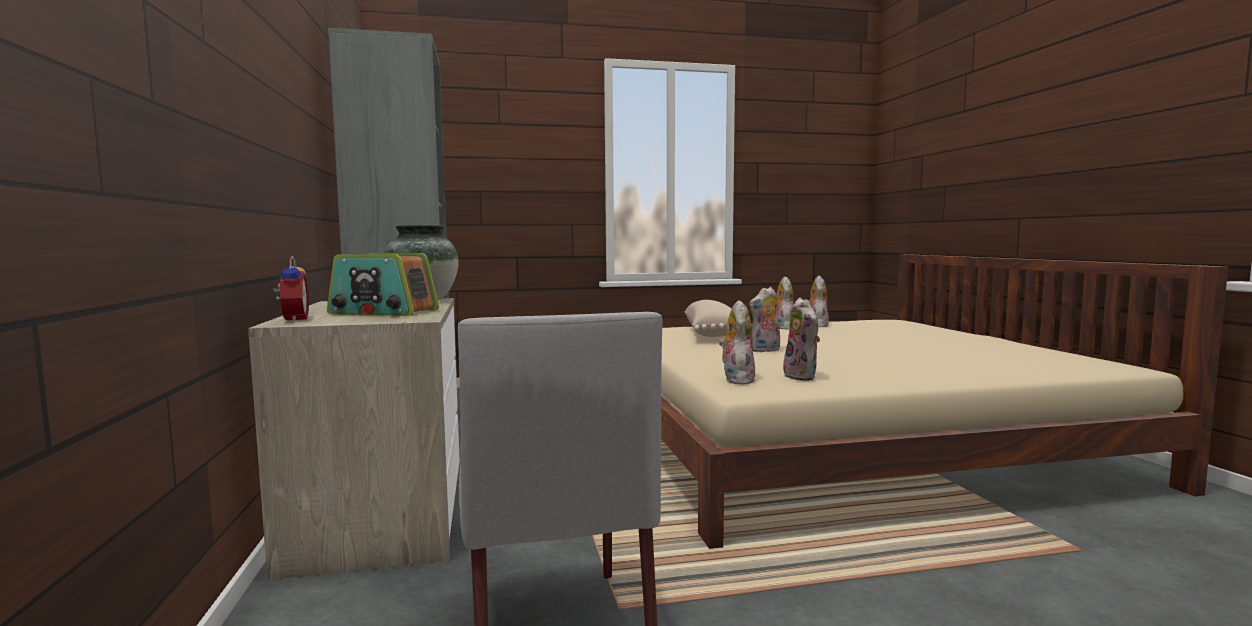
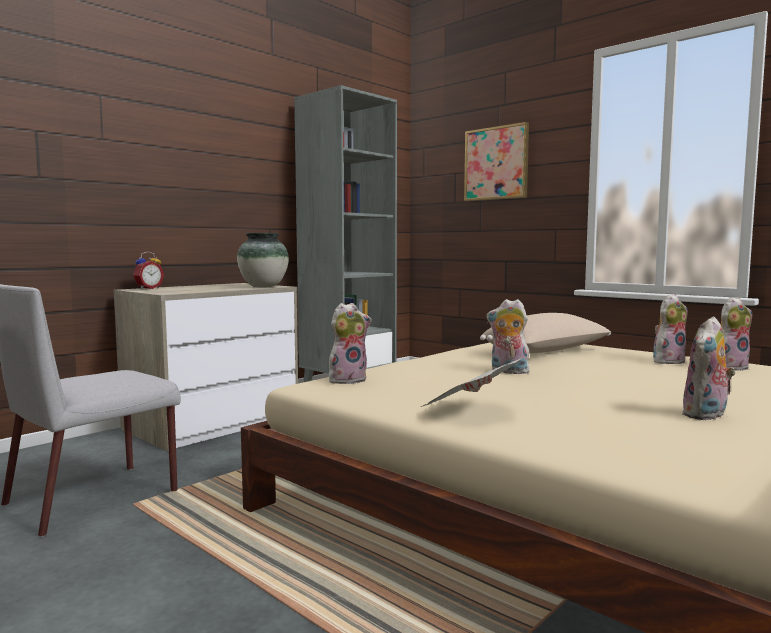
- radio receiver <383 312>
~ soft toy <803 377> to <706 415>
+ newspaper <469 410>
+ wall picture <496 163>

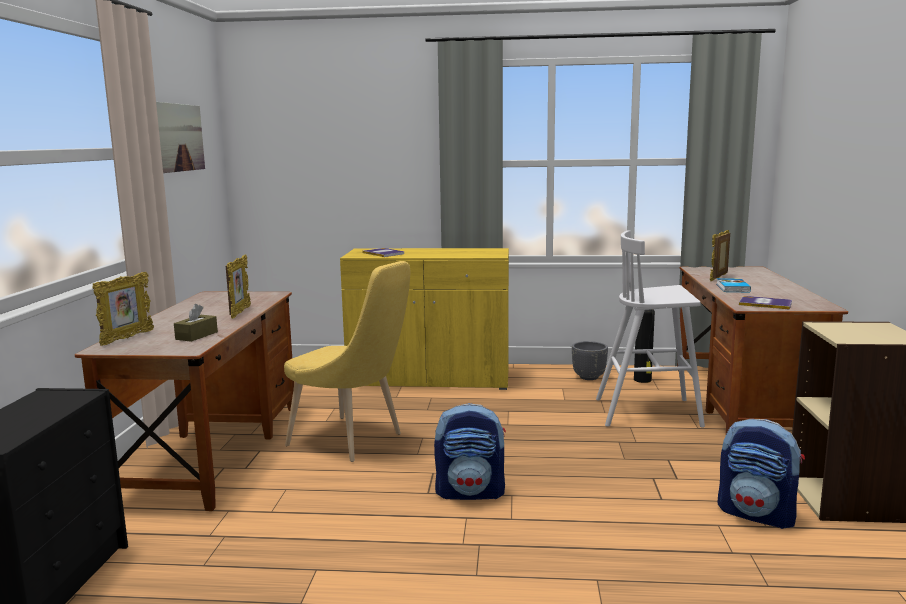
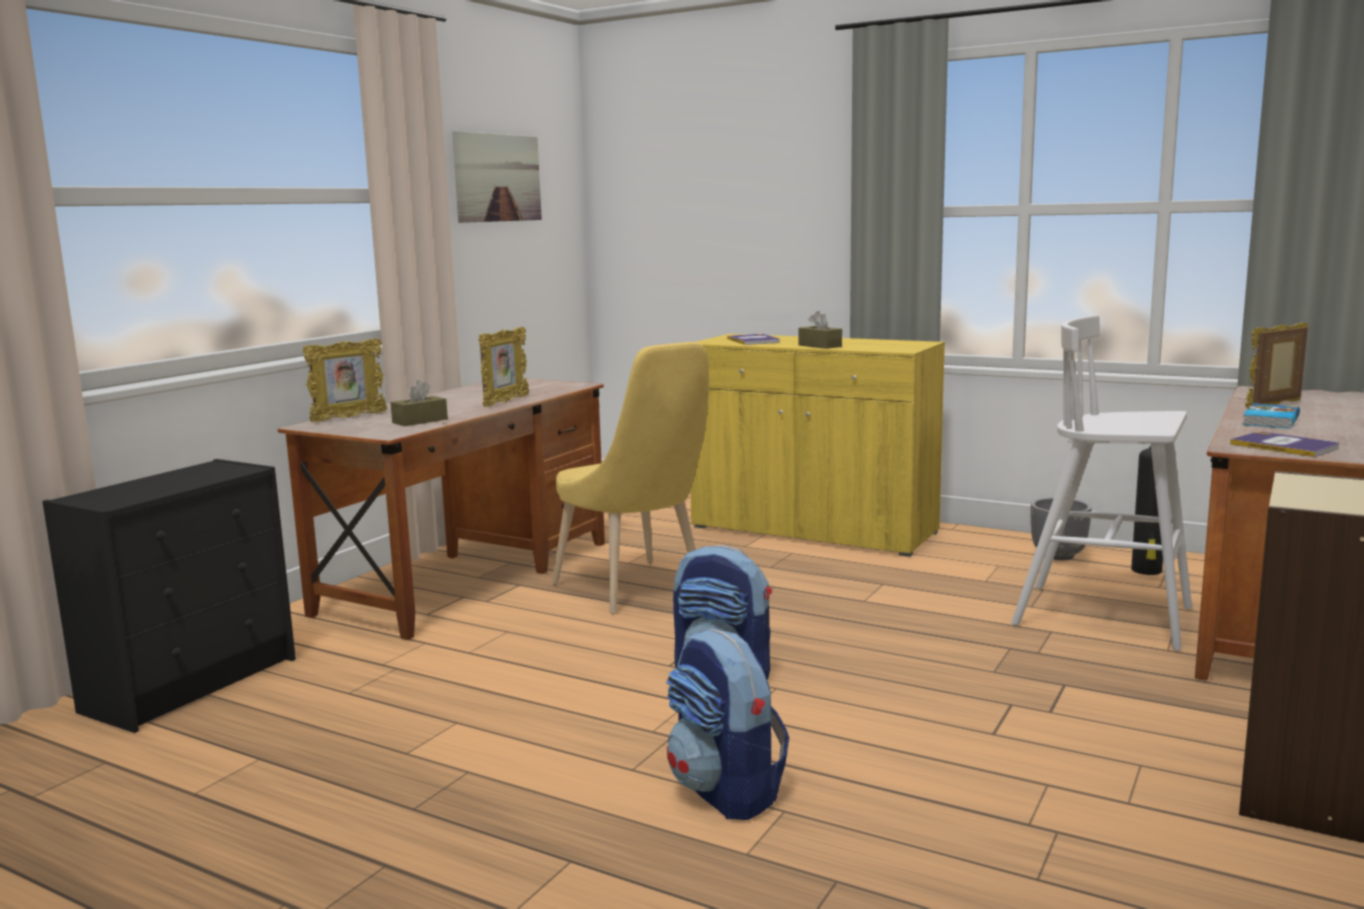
~ knapsack <757 514> to <726 792>
+ brown box of tissues <820 346>

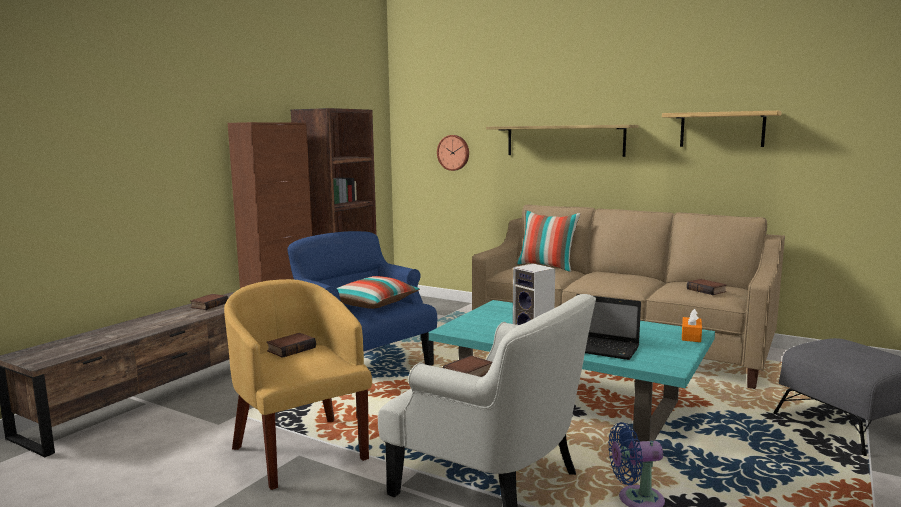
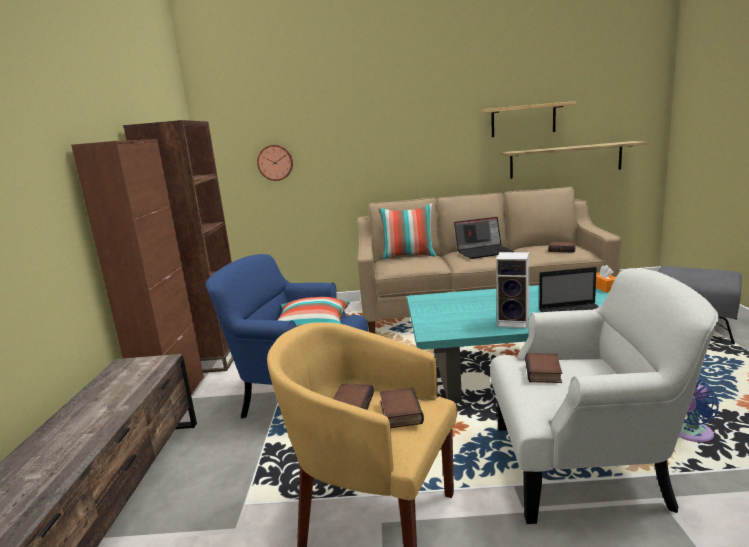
~ bound book <209 305> to <399 412>
~ bracket shelf <564 140> to <565 160>
+ notebook computer <484 252>

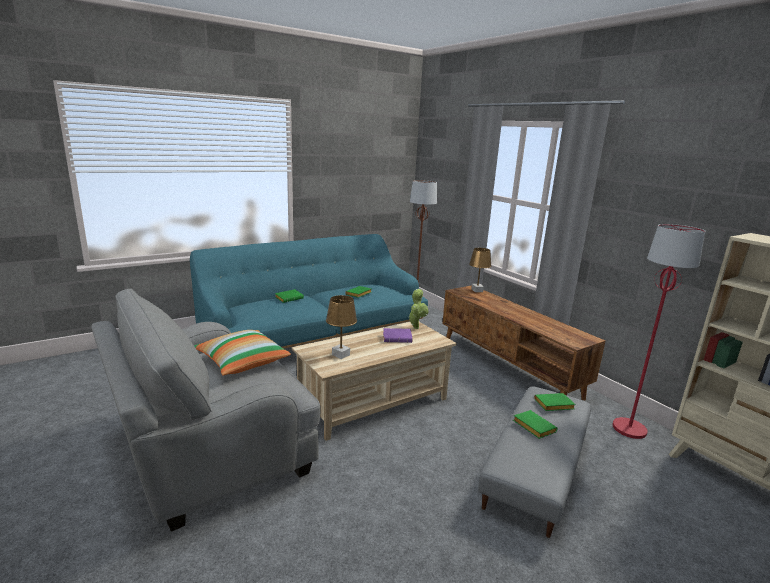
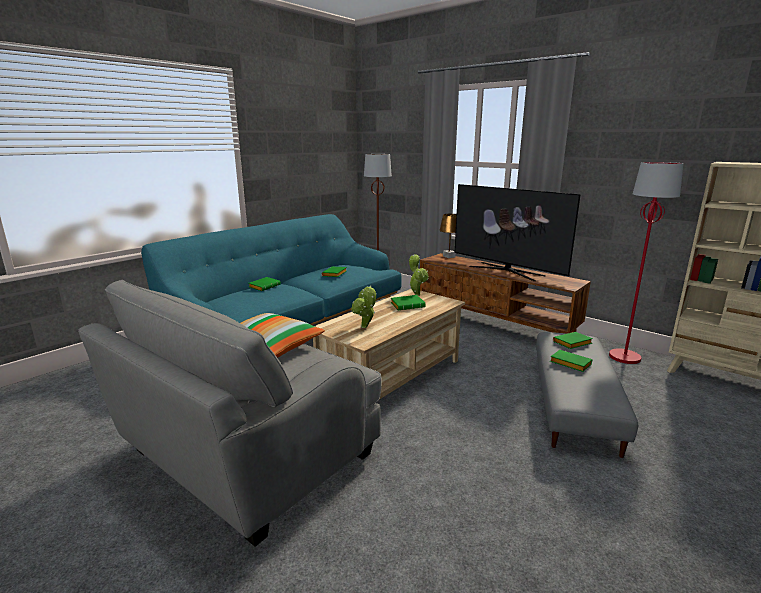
~ brown lamp for a table <341 355> to potted plant <365 327>
~ purple bound book <398 338> to green bound book <408 305>
+ TV set <506 271>

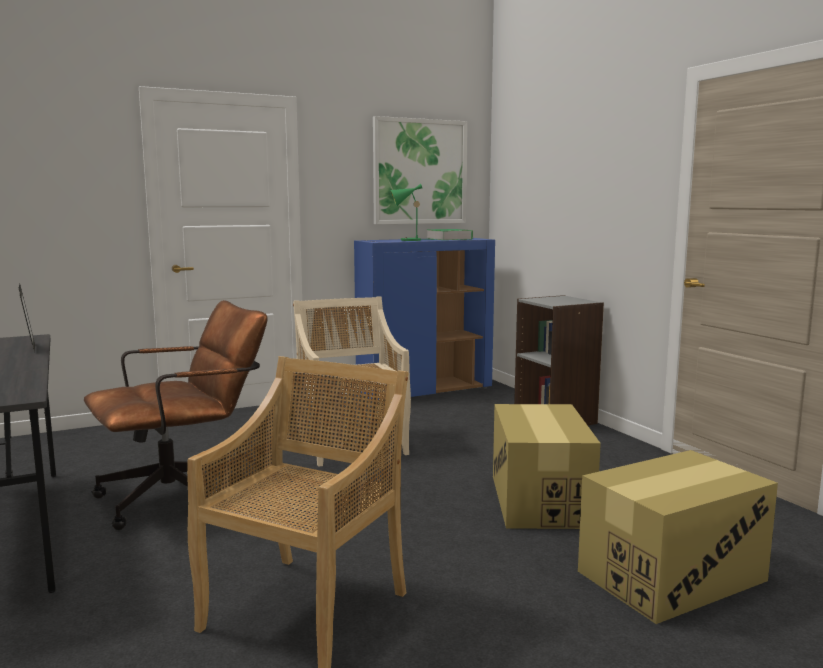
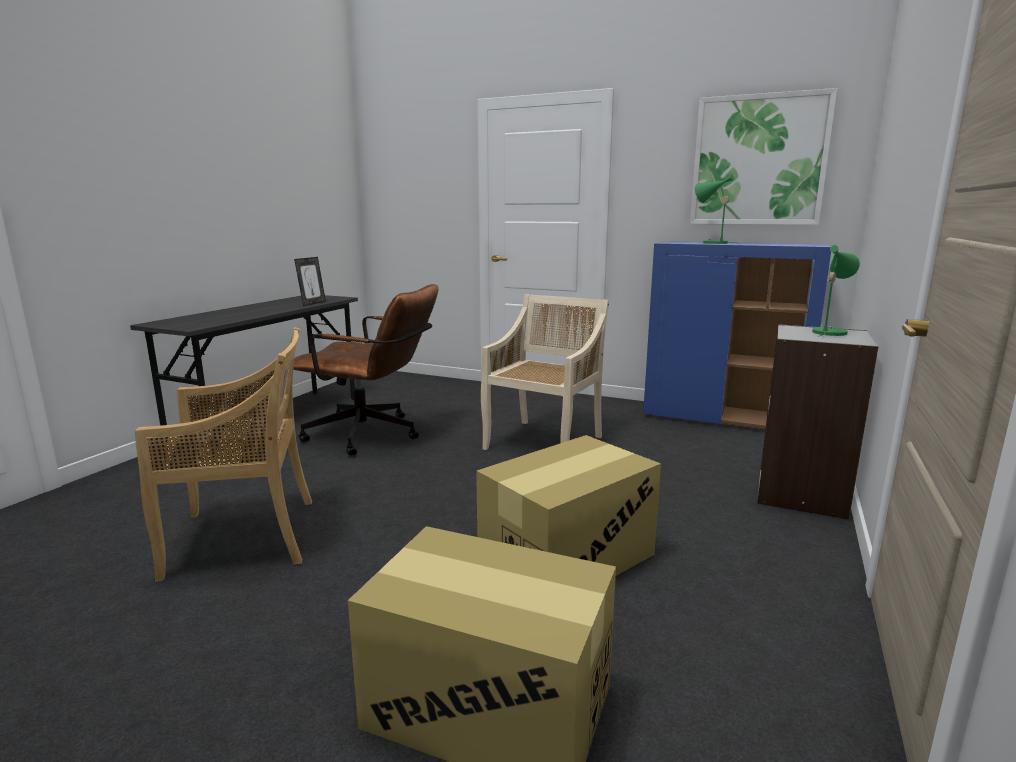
- bound book <449 239>
+ green lamp for a table <829 332>

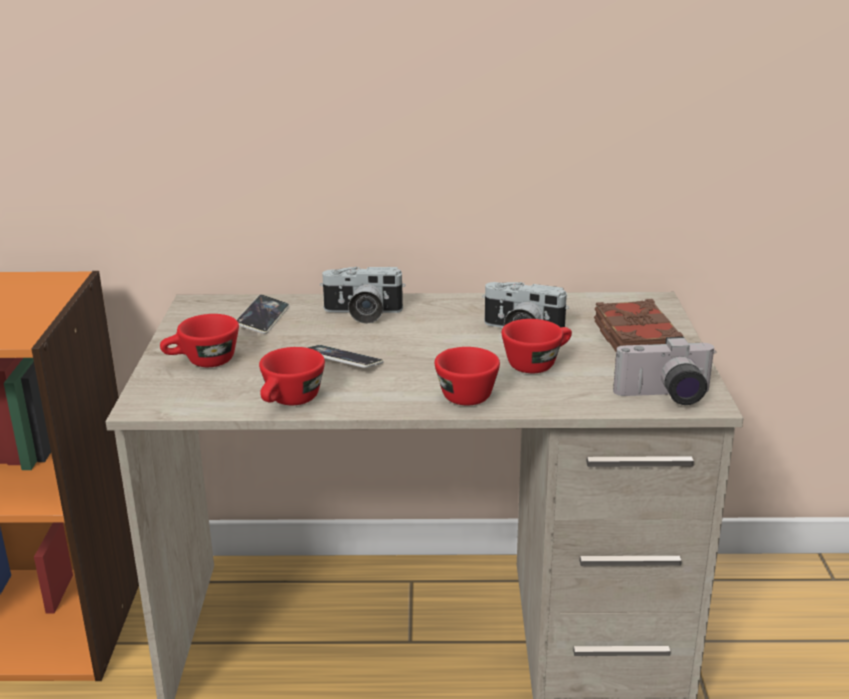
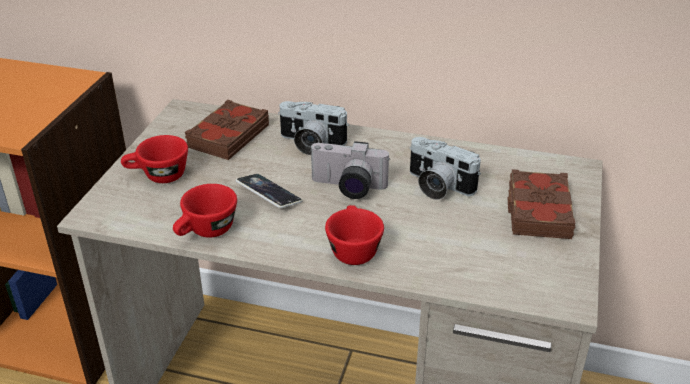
~ handset <263 318> to brown bound book <227 136>
- red cup <537 363>
~ photo camera <665 397> to <347 188>

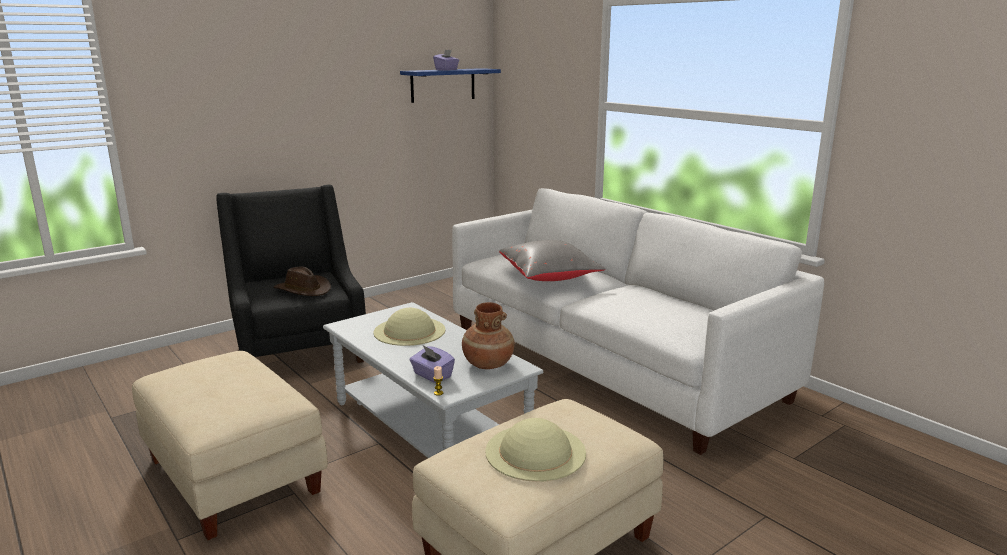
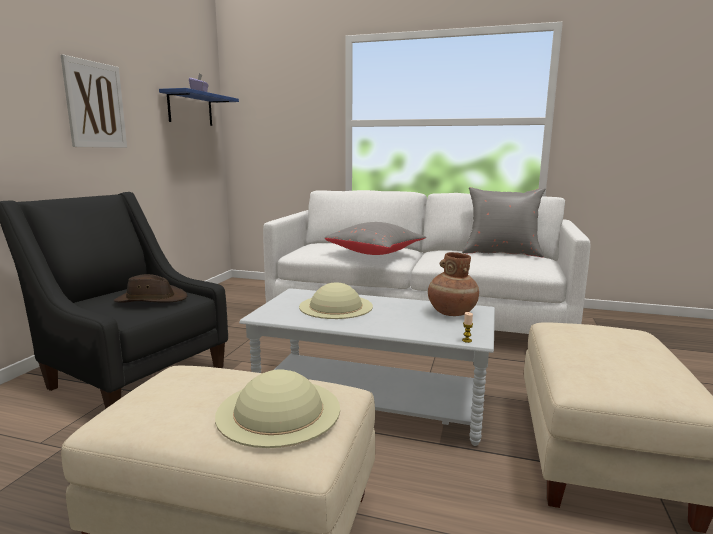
- purple box of tissues <432 375>
~ beige-coloured hat <535 451> to <279 410>
+ wall picture <95 105>
+ gray cushion <501 253>

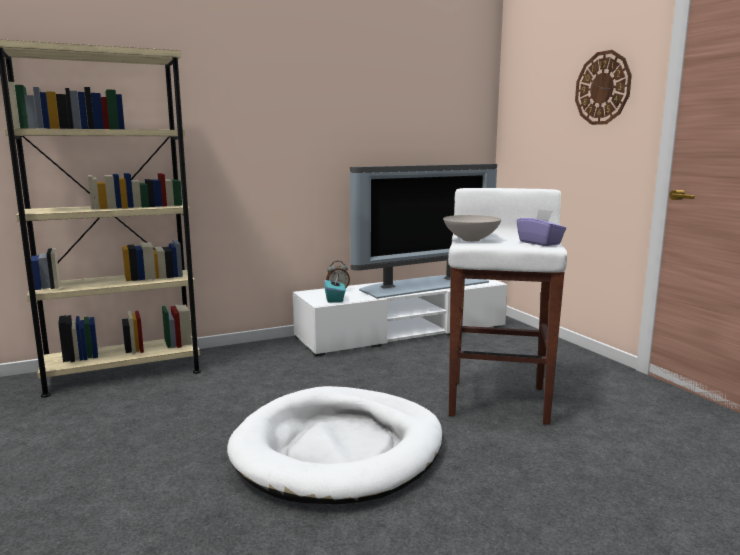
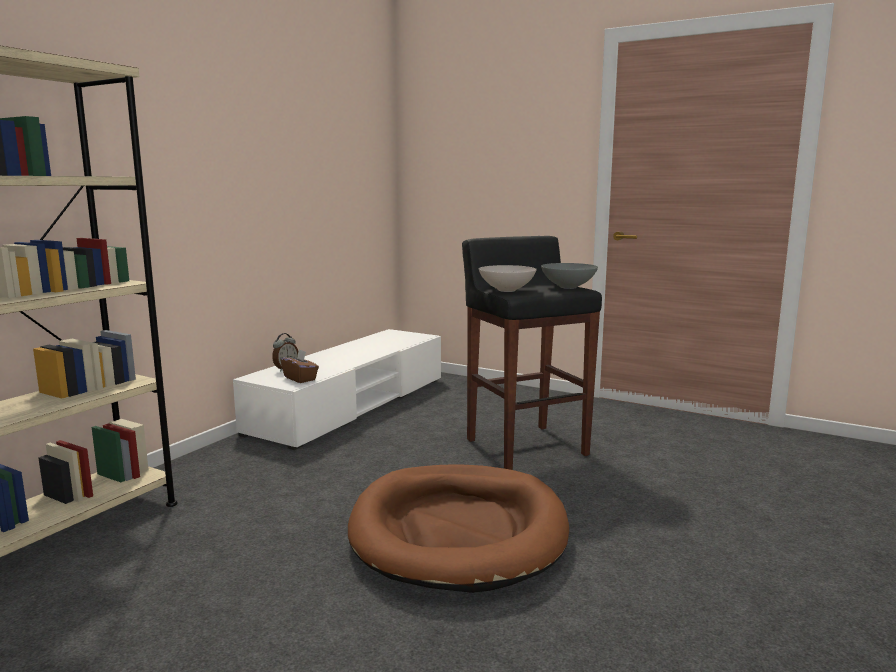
~ whitish dog bed <339 450> to brown dog bed <458 531>
~ turquoise-coloured box of tissues <335 299> to brown box of tissues <300 378>
- TV set <423 285>
~ whitish stool <498 400> to blackish stool <525 447>
~ purple box of tissues <540 243> to gray serving bowl <567 287>
- wall clock <603 88>

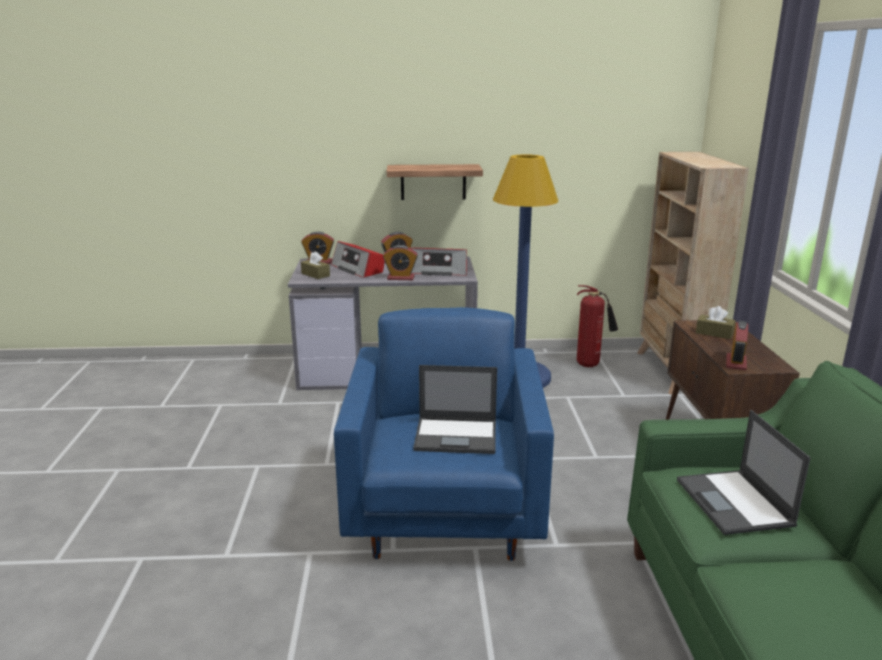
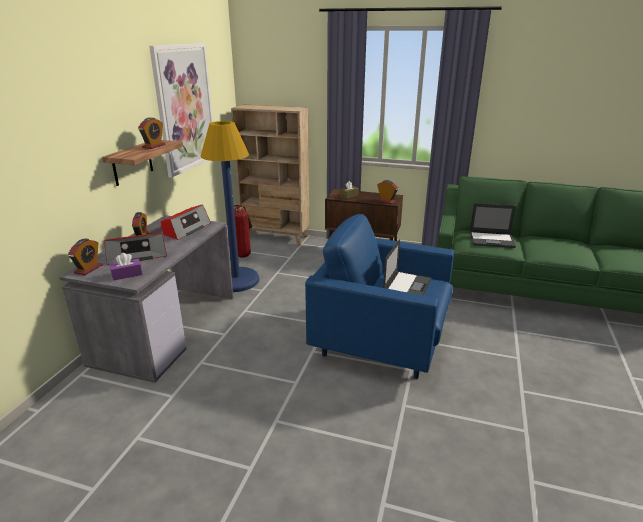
~ brown box of tissues <315 274> to purple box of tissues <127 274>
~ alarm clock <400 278> to <154 146>
+ wall picture <185 108>

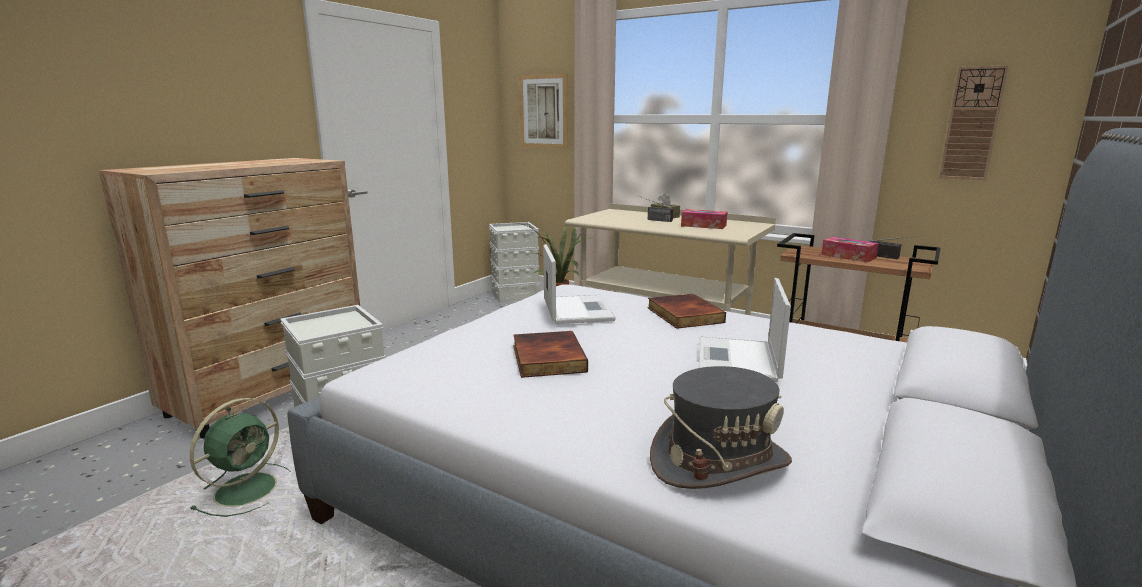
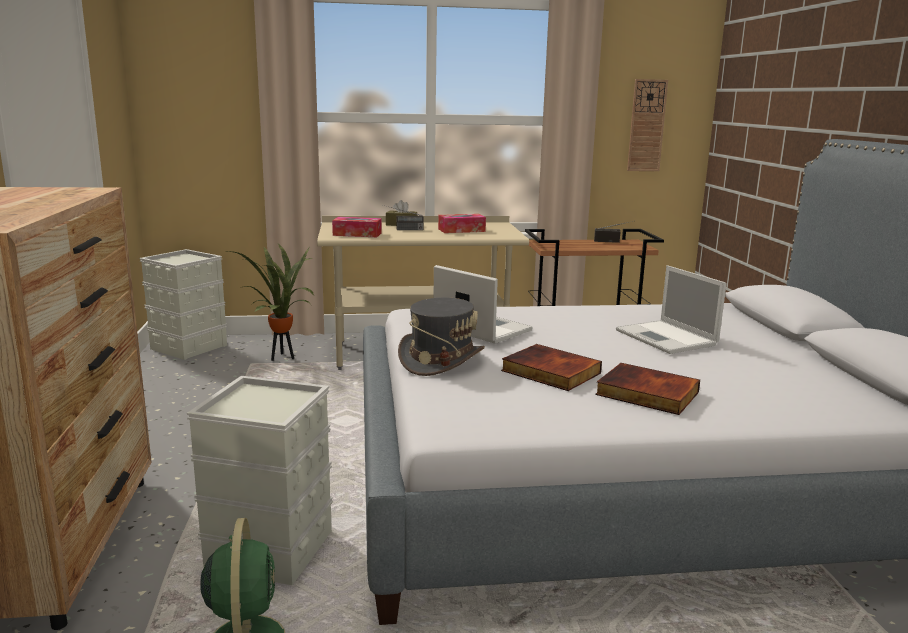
- wall picture <543 111>
~ bound book <683 315> to <646 394>
~ gray hat <719 461> to <441 360>
~ box of tissues <848 256> to <357 234>

